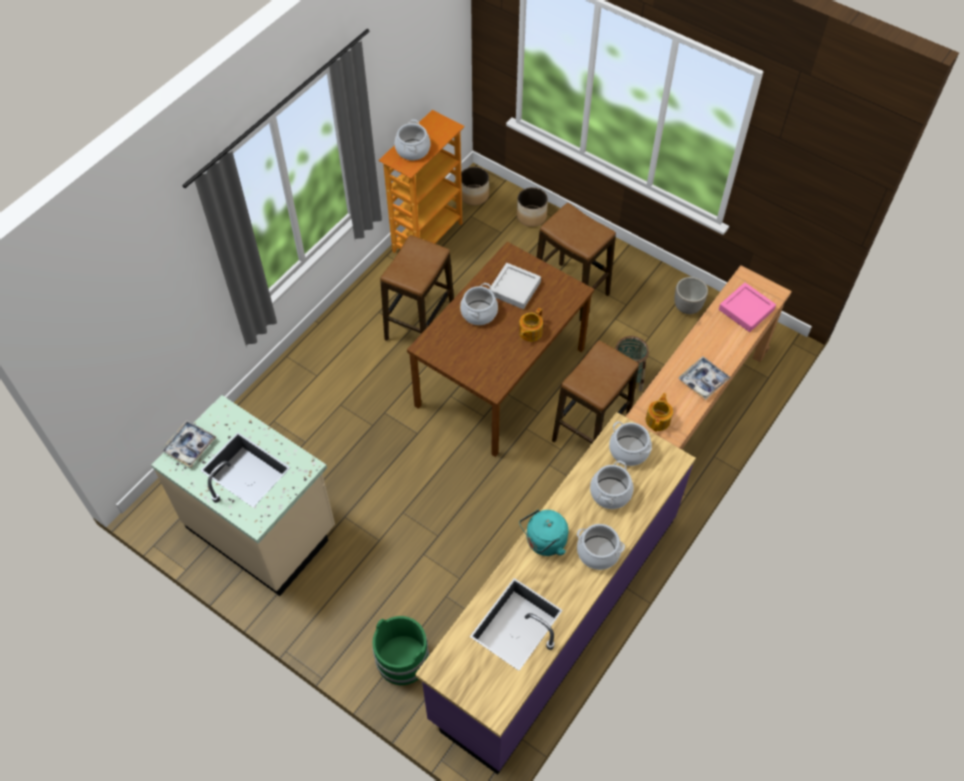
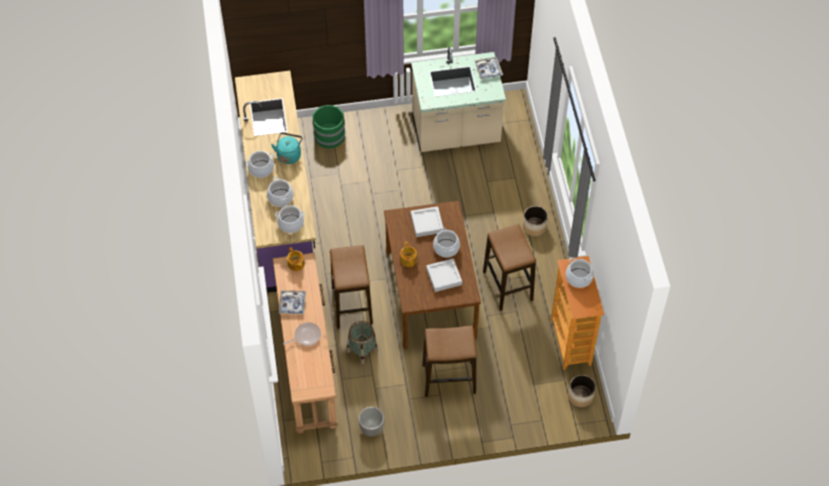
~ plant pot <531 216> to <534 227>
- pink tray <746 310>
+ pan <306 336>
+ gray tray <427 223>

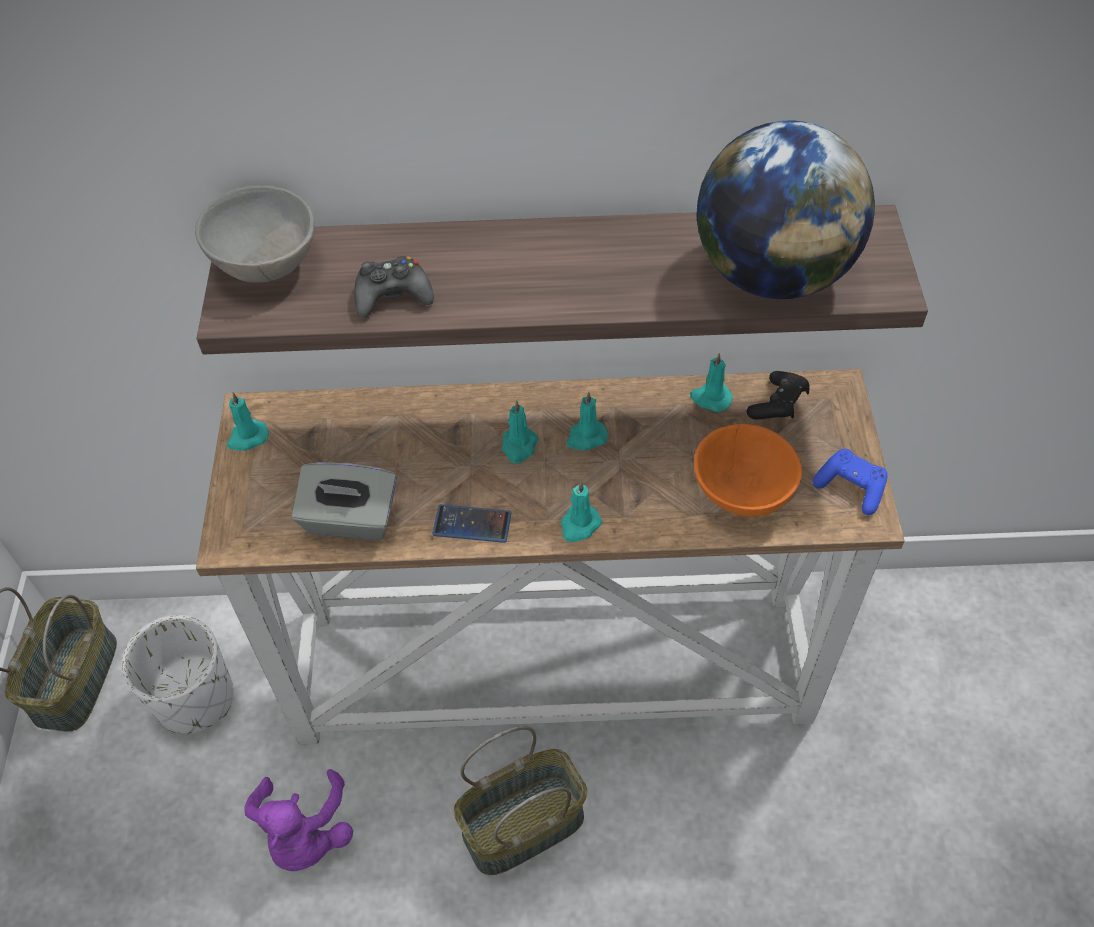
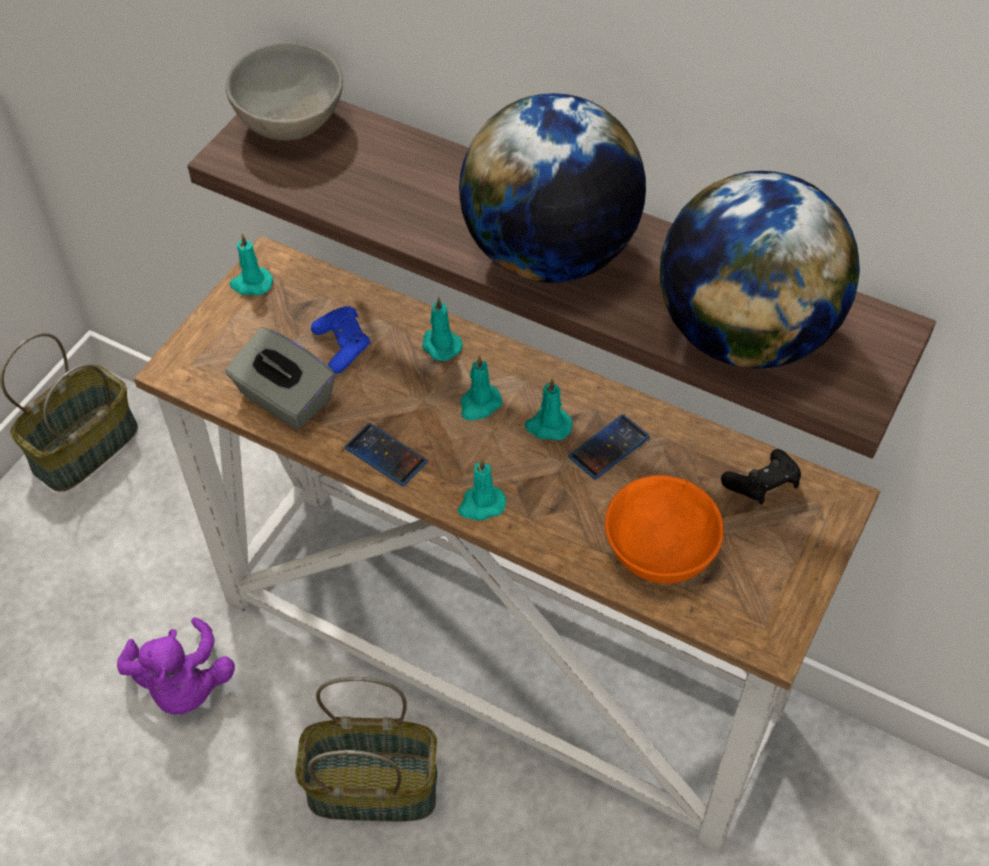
- whitish plant pot <195 698>
~ purple soft toy <305 834> = <183 685> 45 degrees counterclockwise
- blackish gamepad <393 295>
~ turquoise-coloured candle <710 398> to <440 345>
~ bluish gamepad <850 488> to <343 346>
+ desk globe <550 254>
+ handset <609 447>

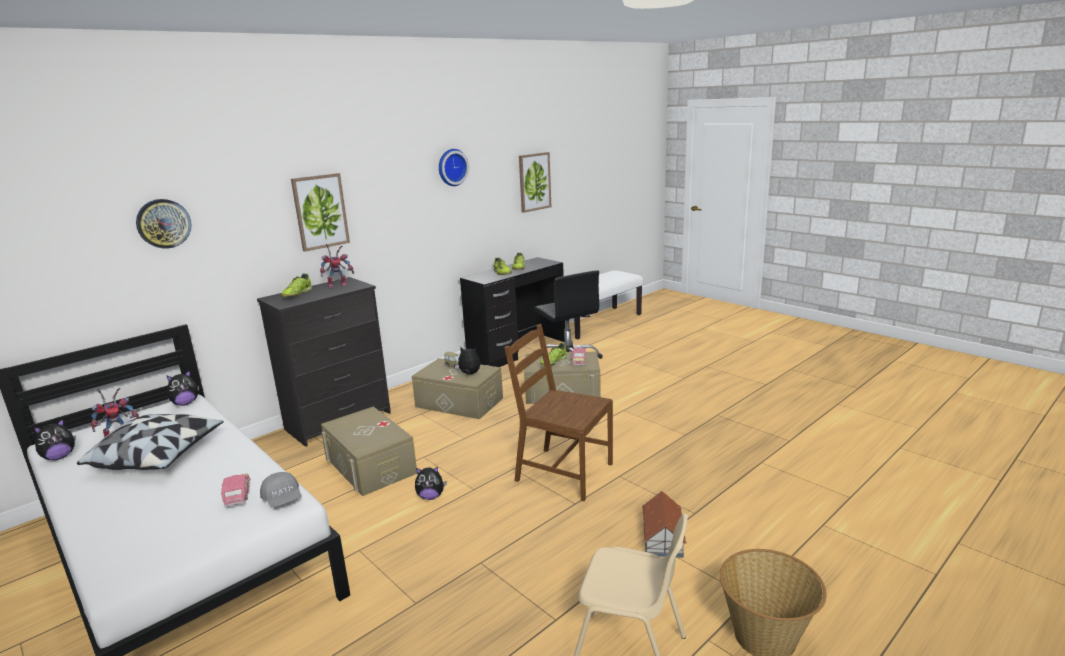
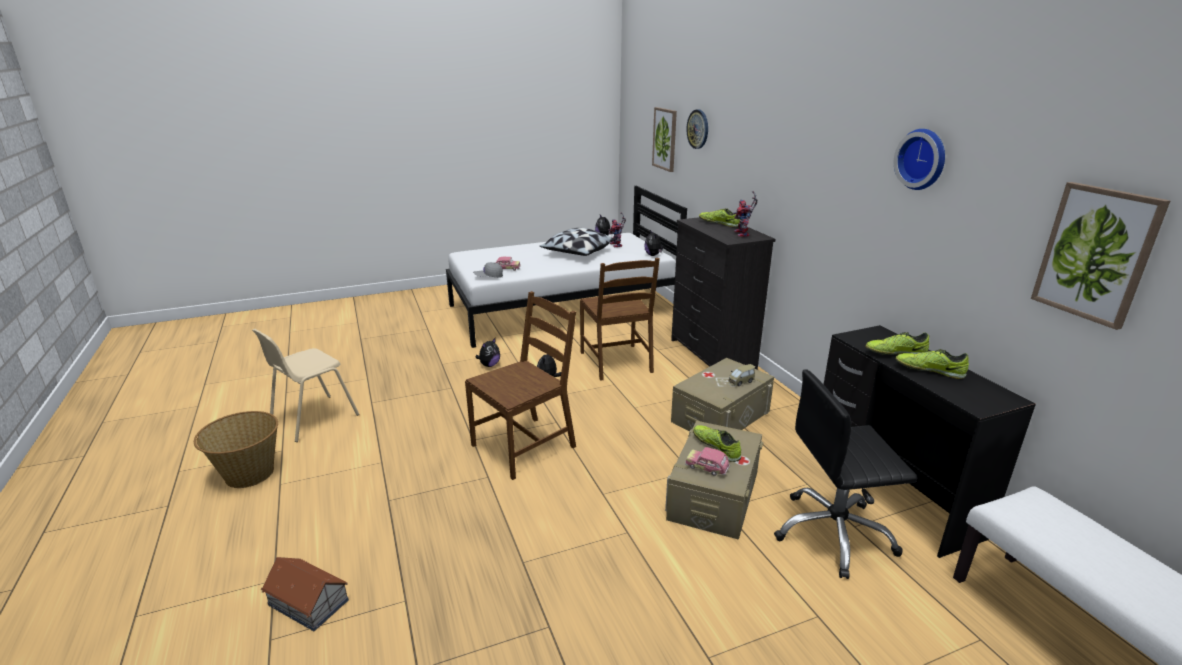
~ wall picture <320 211> to <665 139>
~ beige-coloured storage container <371 466> to brown plain chair <617 362>
~ soft toy <469 374> to <489 365>
~ miniature house <663 538> to <308 603>

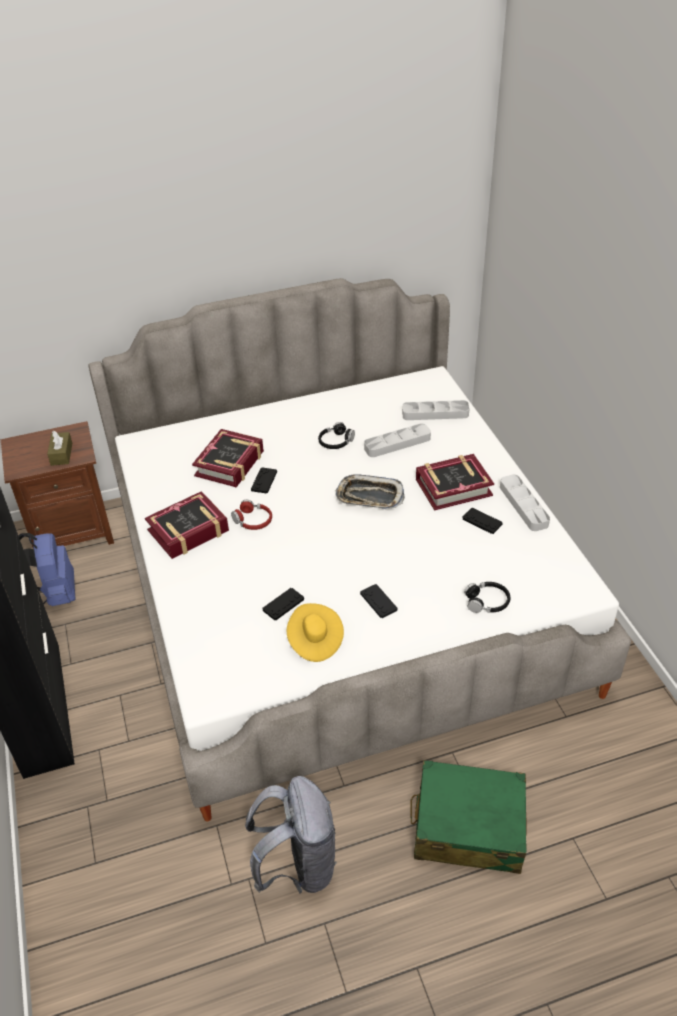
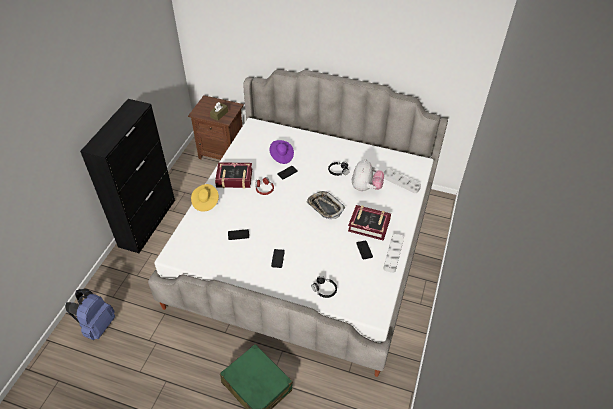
~ bluish knapsack <54 594> to <97 326>
~ bound book <230 464> to purple hat <281 156>
- gray knapsack <298 865>
~ yellowish hat <315 641> to <205 202>
~ gray tray <397 443> to soft toy <366 188>

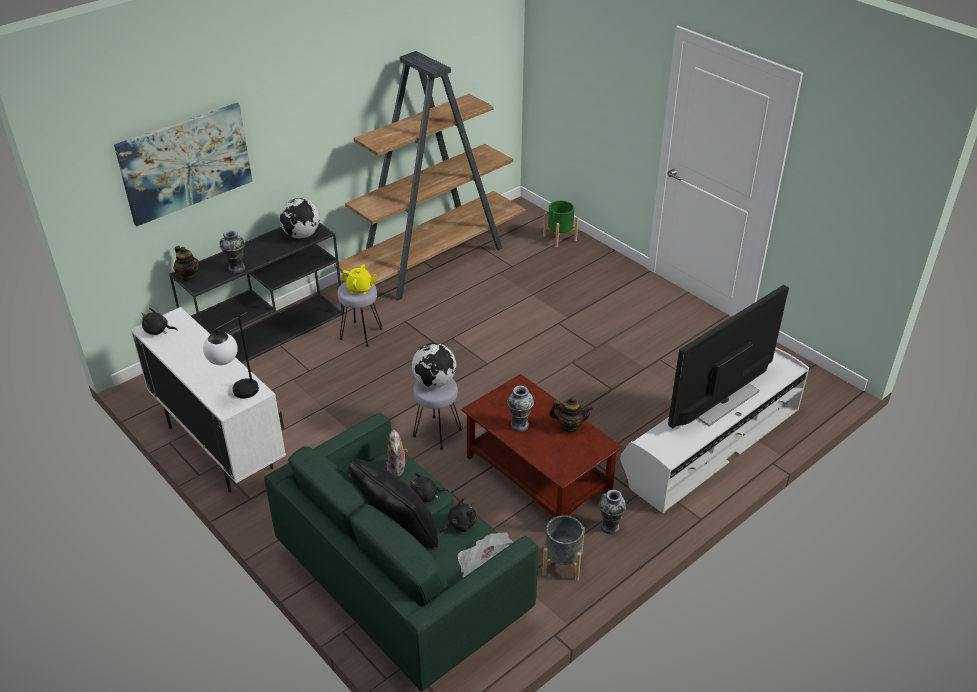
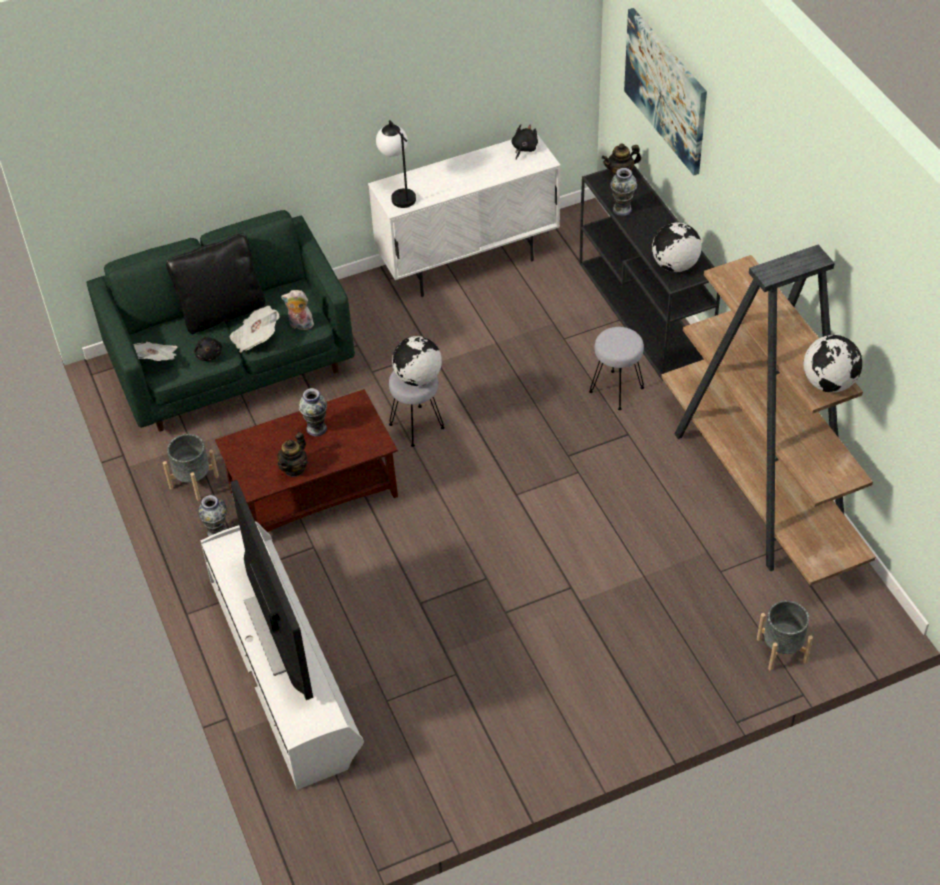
- yellowish tea pot <360 289>
~ blackish soft toy <426 496> to newspaper <255 338>
~ green plant pot <559 238> to gray plant pot <782 650>
+ desk globe <829 383>

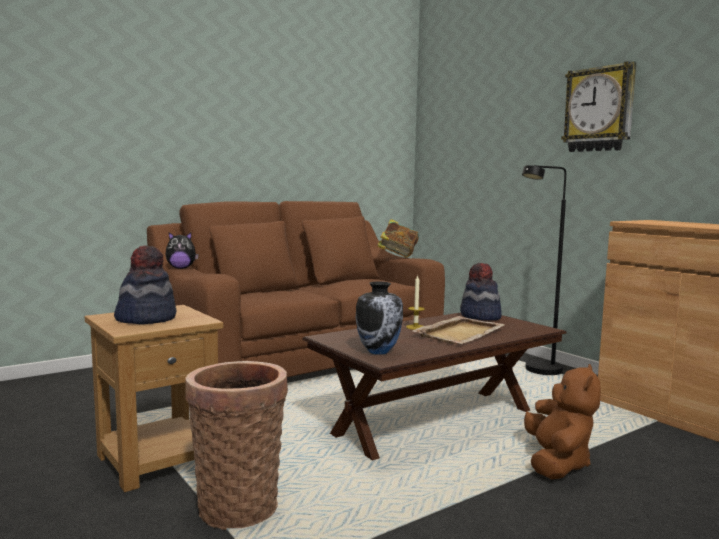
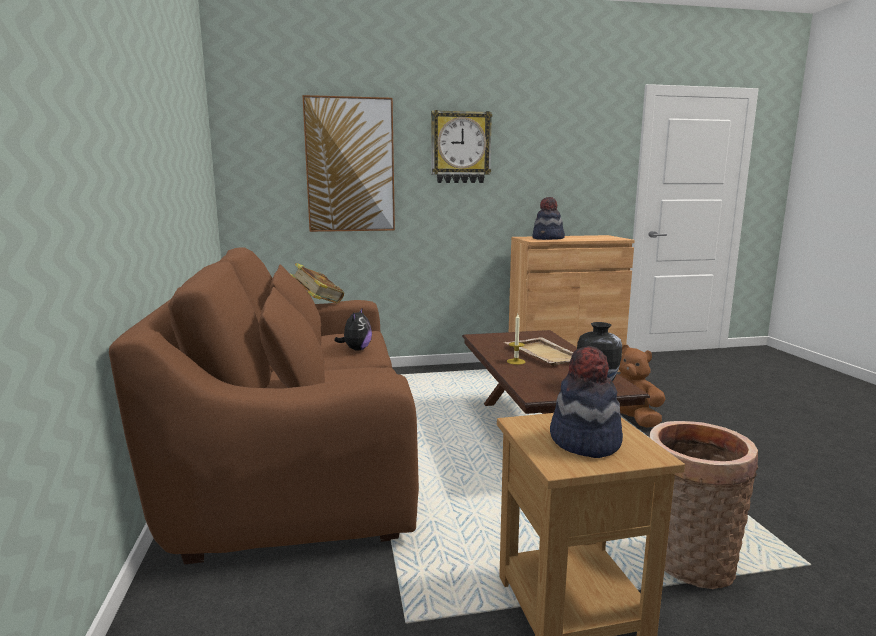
~ soft toy <181 268> to <356 349>
~ hat <480 316> to <548 239>
- blackish standing lamp <538 372>
+ wall picture <350 165>

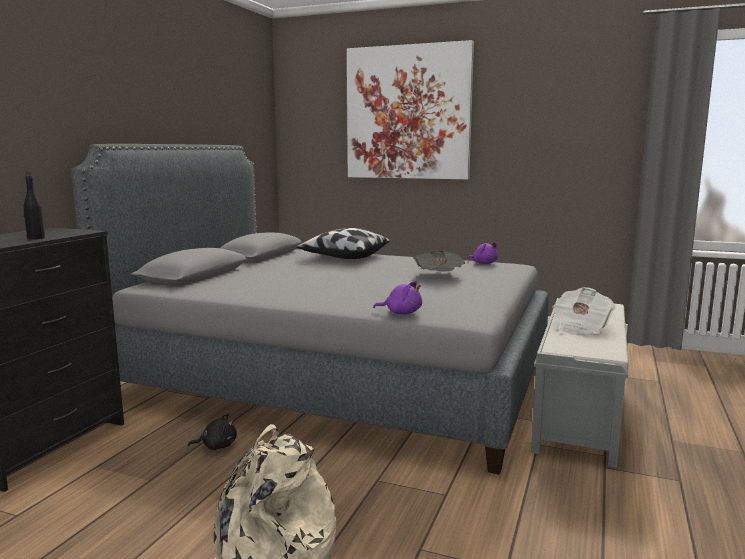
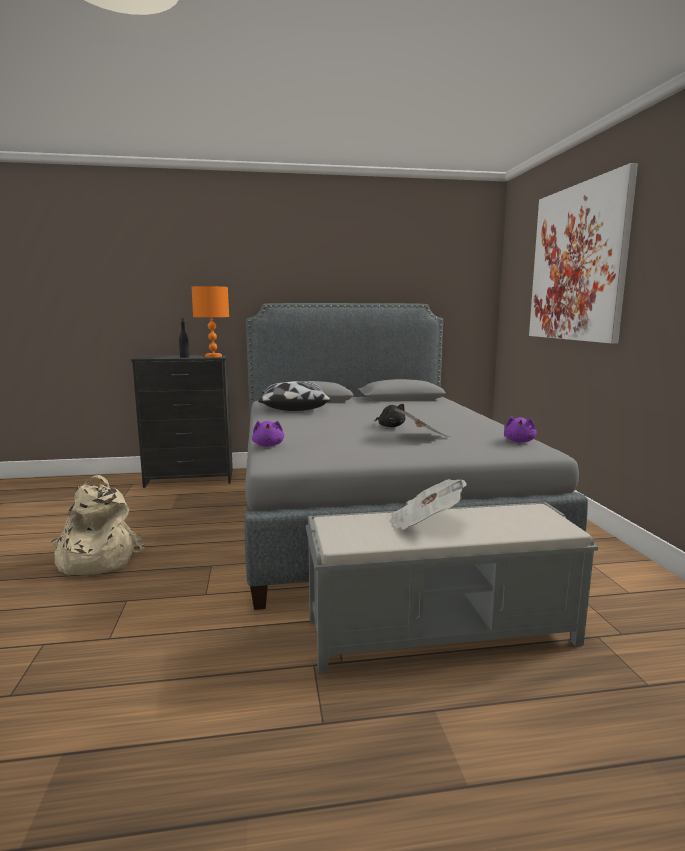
~ blackish soft toy <217 446> to <390 426>
~ cushion <344 257> to <294 408>
+ orange lamp for a table <213 356>

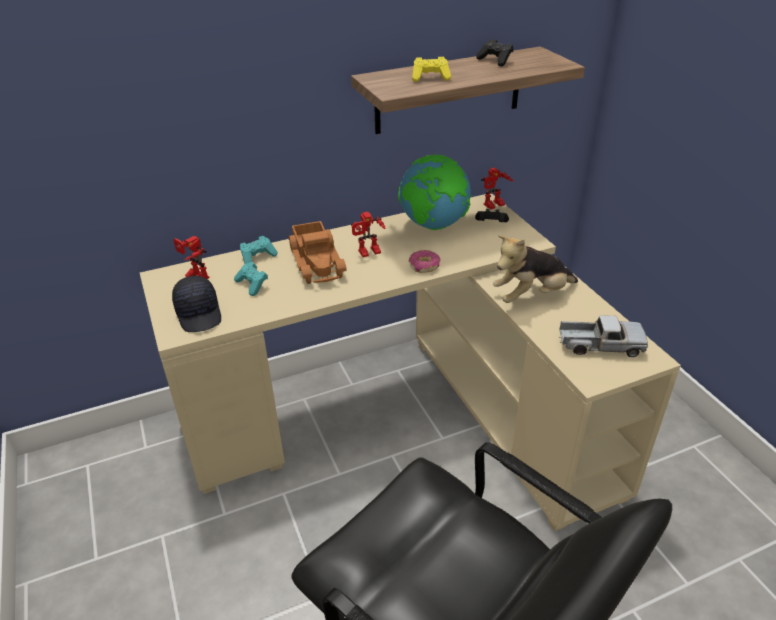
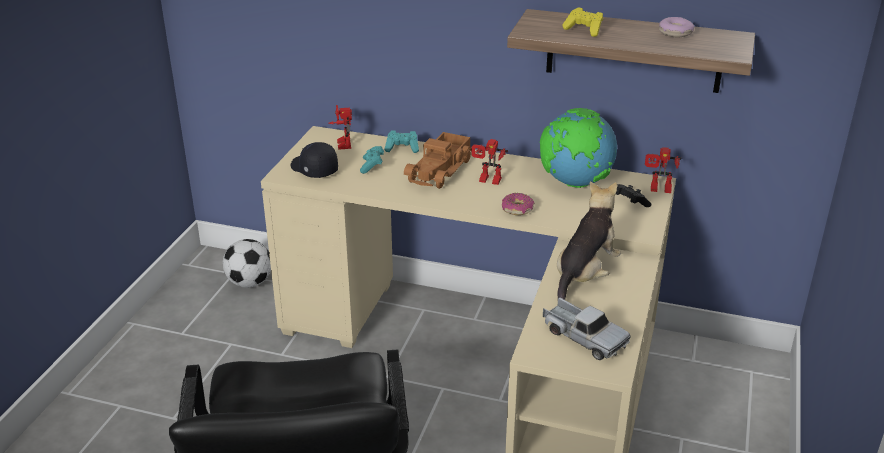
~ blackish cap <199 313> = <313 169> 120 degrees clockwise
~ blackish gamepad <495 61> to donut <675 33>
~ soft toy <531 296> = <585 275> 105 degrees clockwise
+ football <250 283>

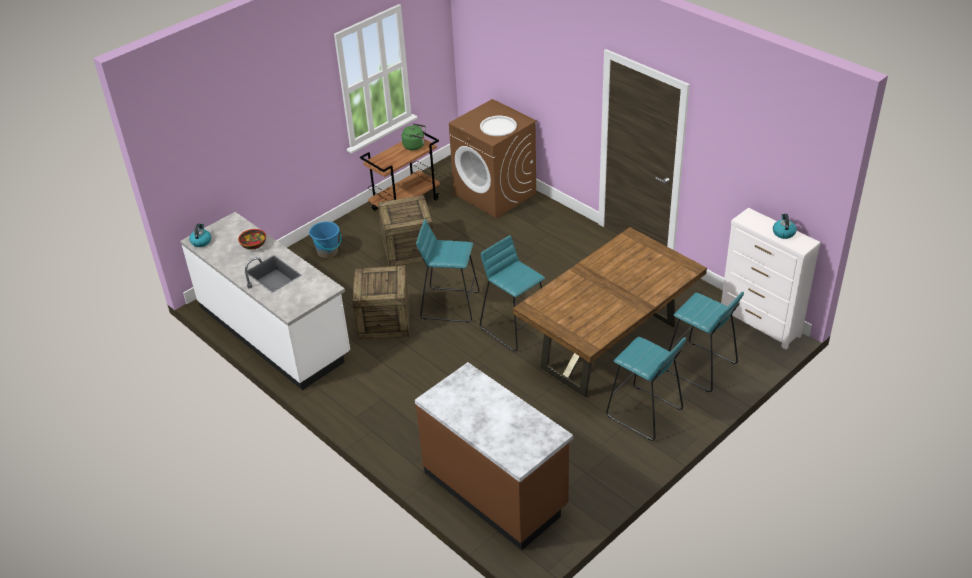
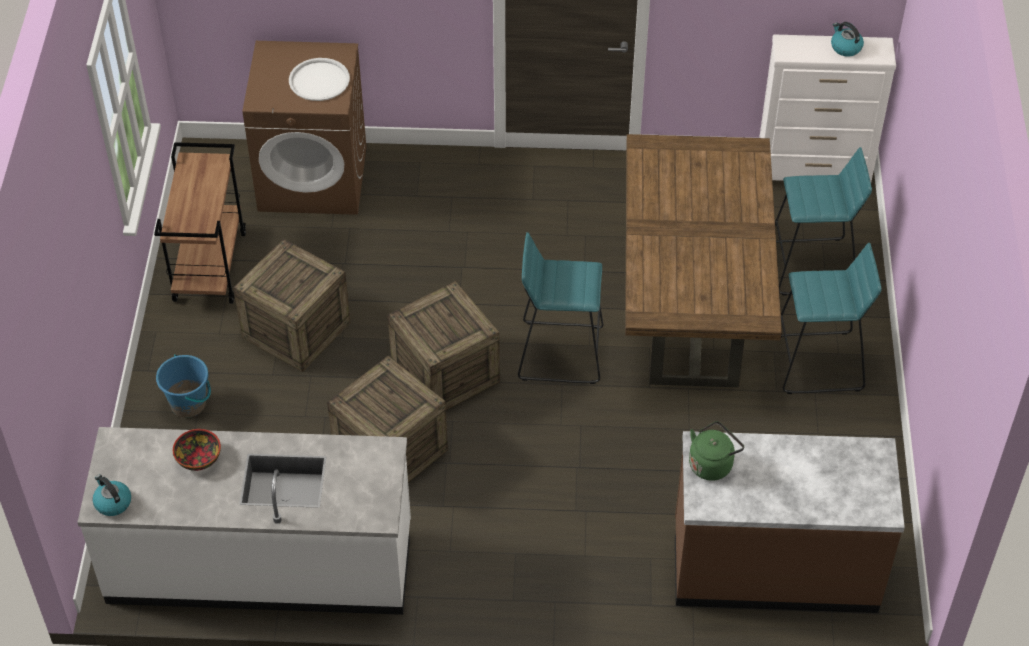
~ green water kettle <415 146> to <712 463>
~ turquoise-coloured stool <449 304> to packing crate <445 373>

